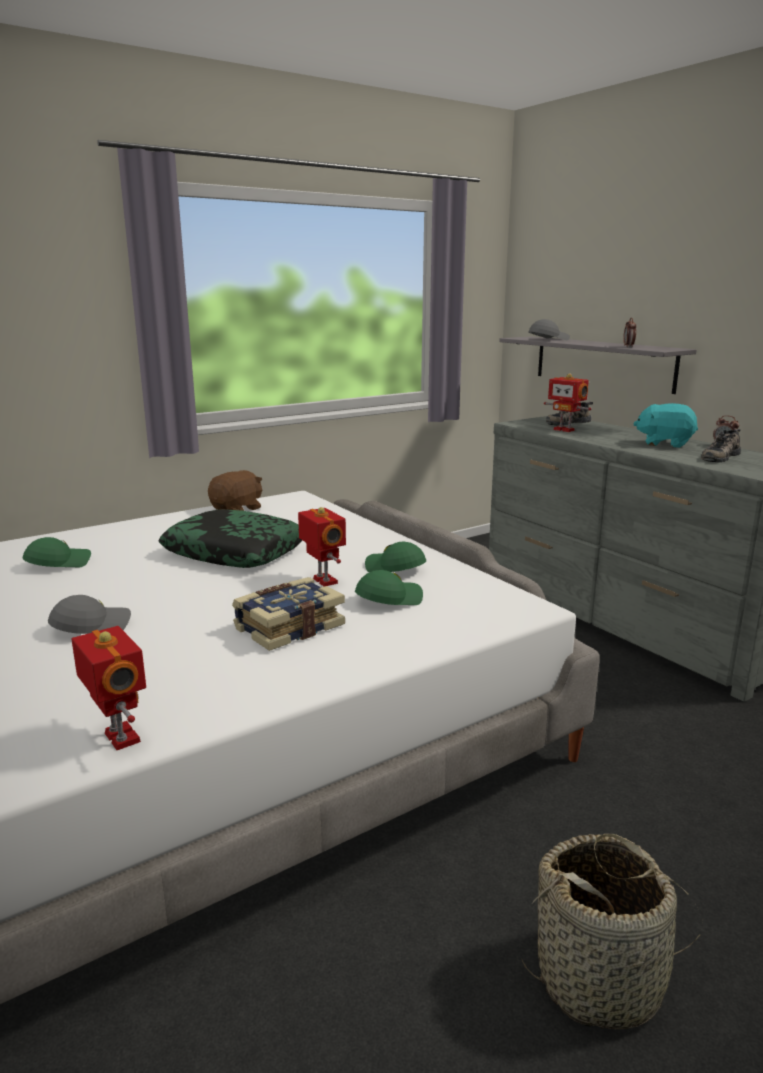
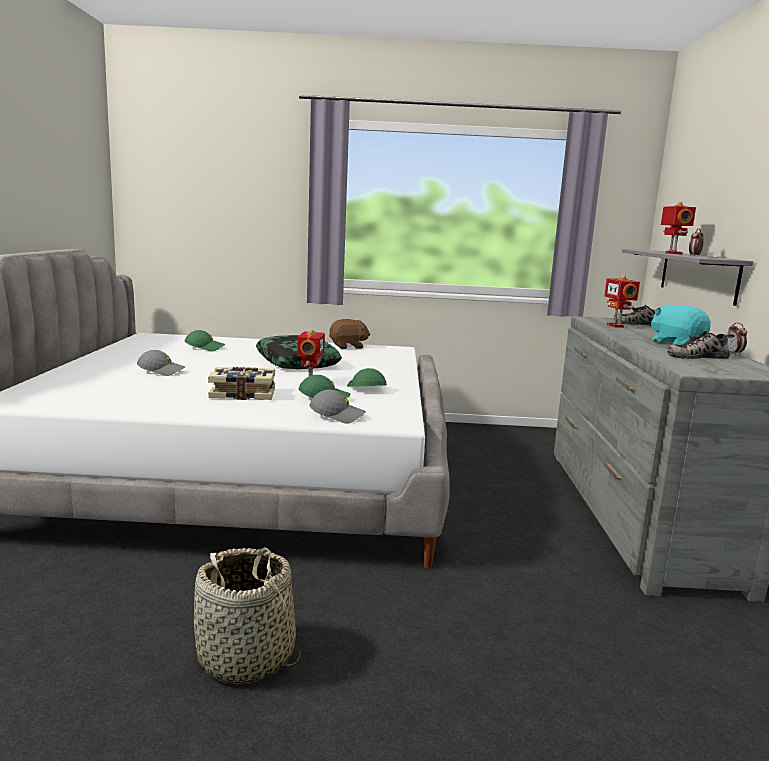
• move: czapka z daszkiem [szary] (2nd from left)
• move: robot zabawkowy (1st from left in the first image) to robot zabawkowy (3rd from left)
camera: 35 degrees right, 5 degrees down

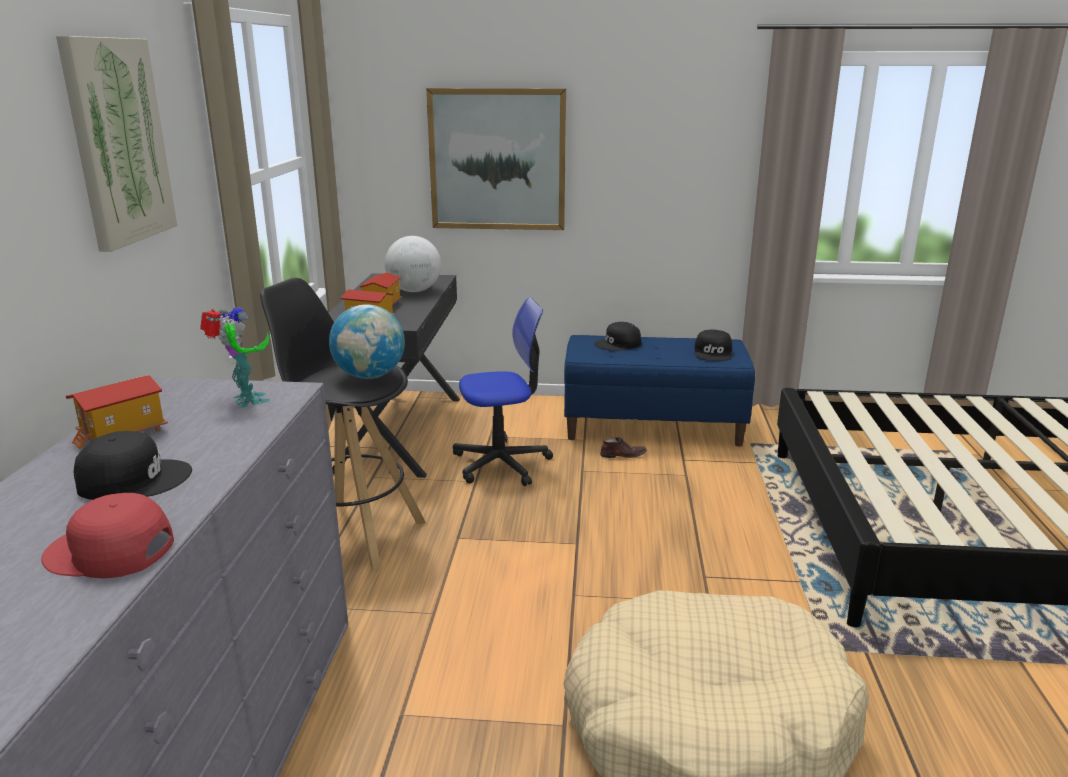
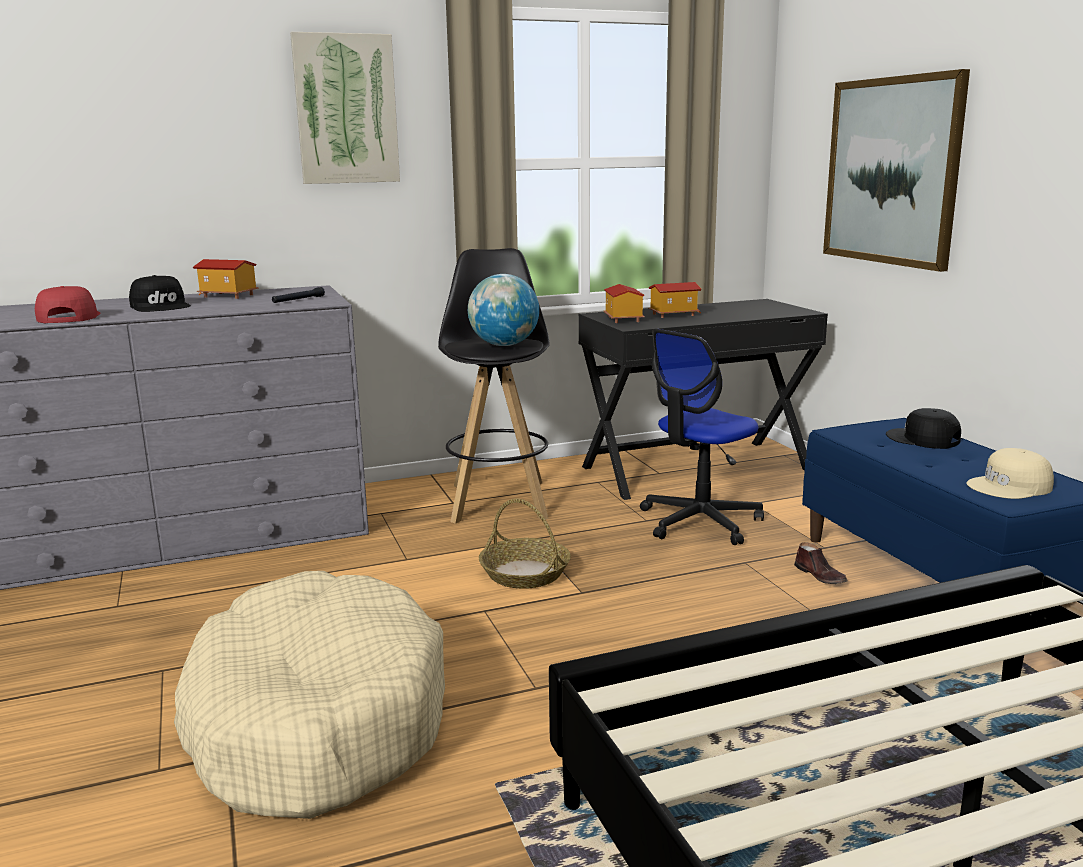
• replace: robot zabawkowy to latarka [czarny]
• insert: koszyk
• rotate: krzesło biurowe 90 degrees clockwise
• recolor: czapka z daszkiem [czarny] (3rd from left) to czapka z daszkiem [beżowy]
• delete: globus (2nd from left)
camera: 65 degrees right, 5 degrees down

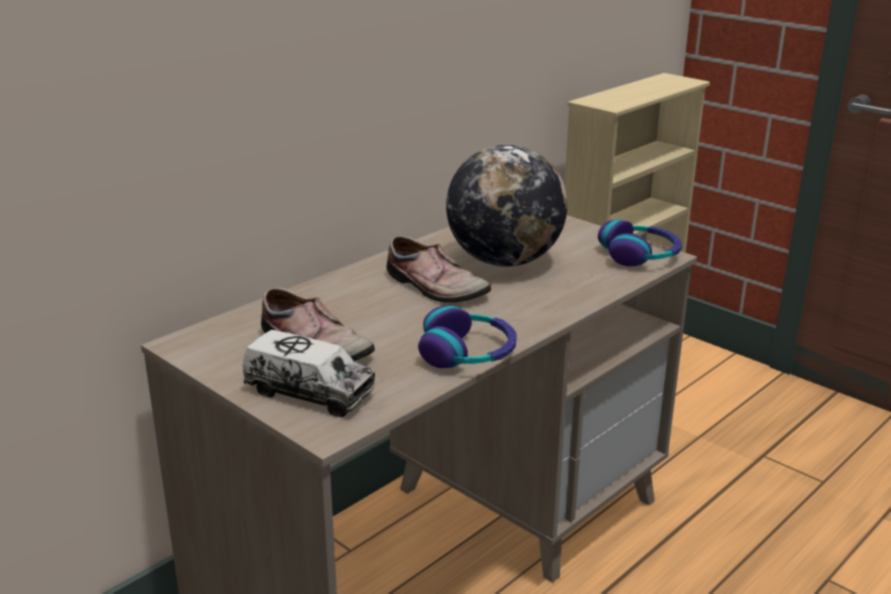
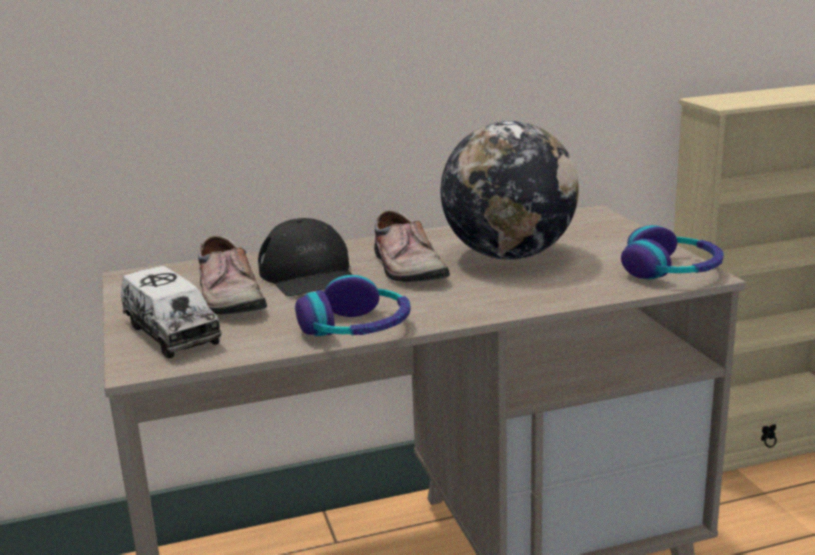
• insert: czapka z daszkiem [czarny]
camera: 30 degrees right, 5 degrees down

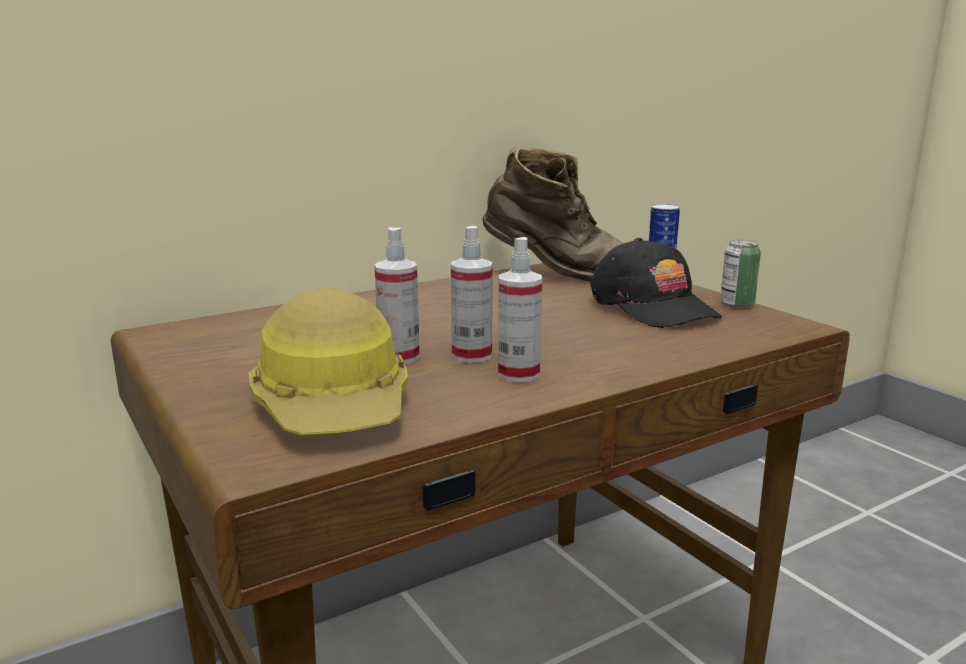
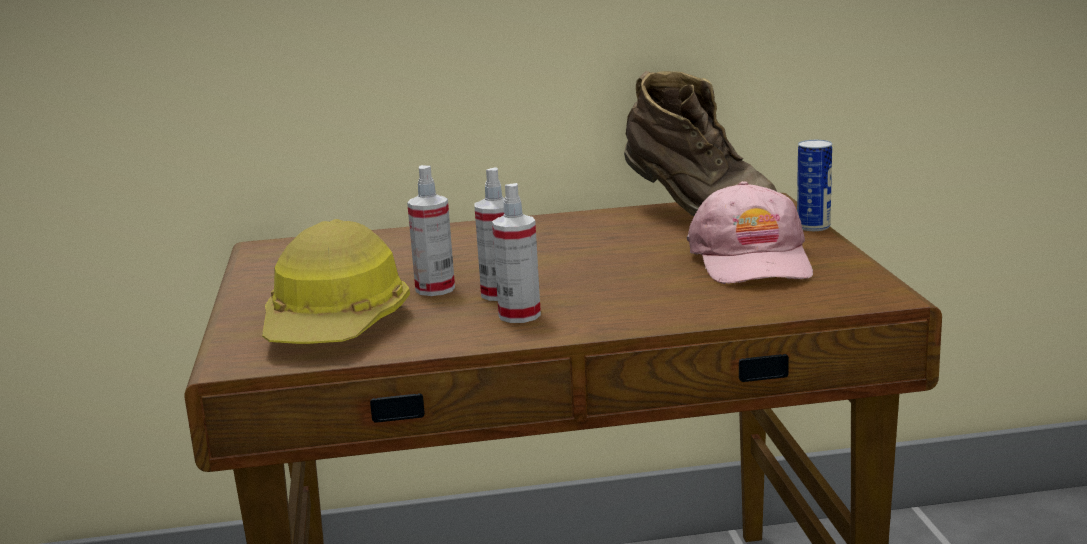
• recolor: czapka z daszkiem [czarny] to czapka z daszkiem [różowy]
• delete: puszka (2nd from left)
camera: 25 degrees right, 0 degrees up

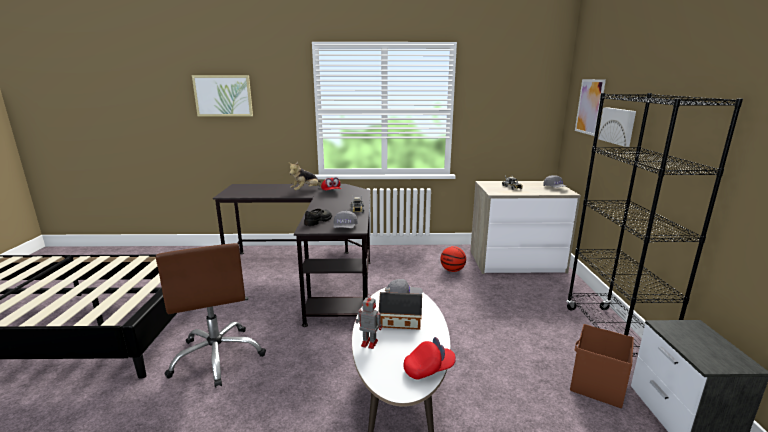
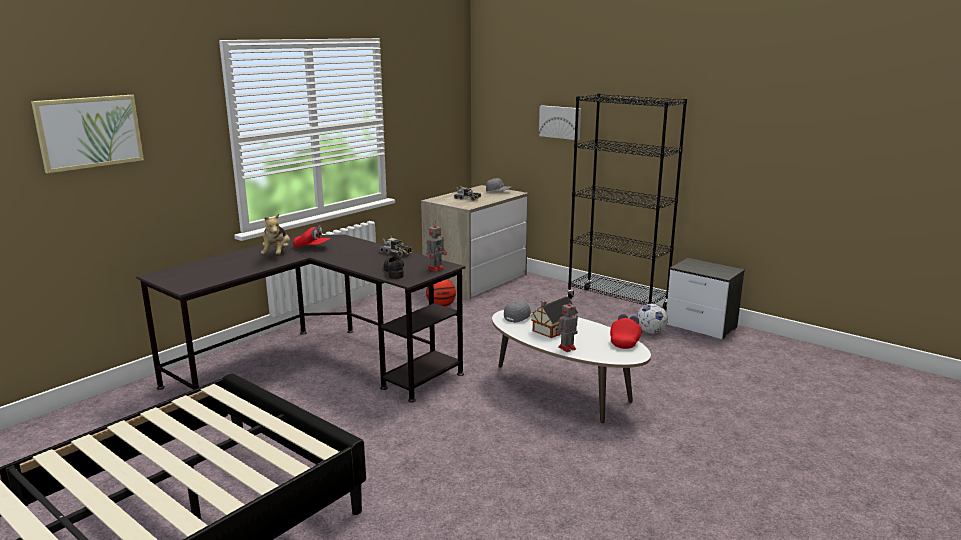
• replace: czapka z daszkiem [szary] (1st from left) to robot zabawkowy (1st from left)
• replace: pojemnik do przechowywania [brązowy] to piłka futbolowa
• delete: krzesło biurowe [brązowy]
• delete: obraz (2nd from left)
camera: 50 degrees left, 0 degrees up

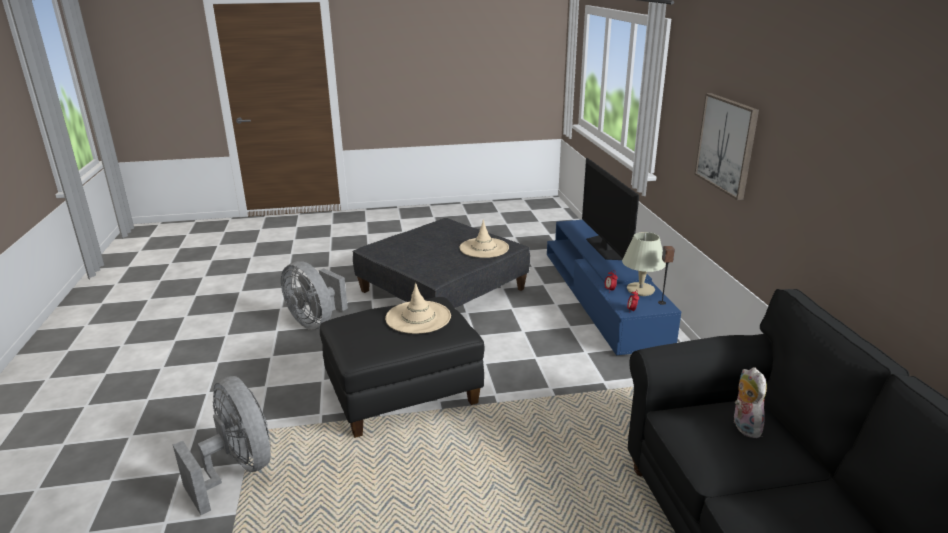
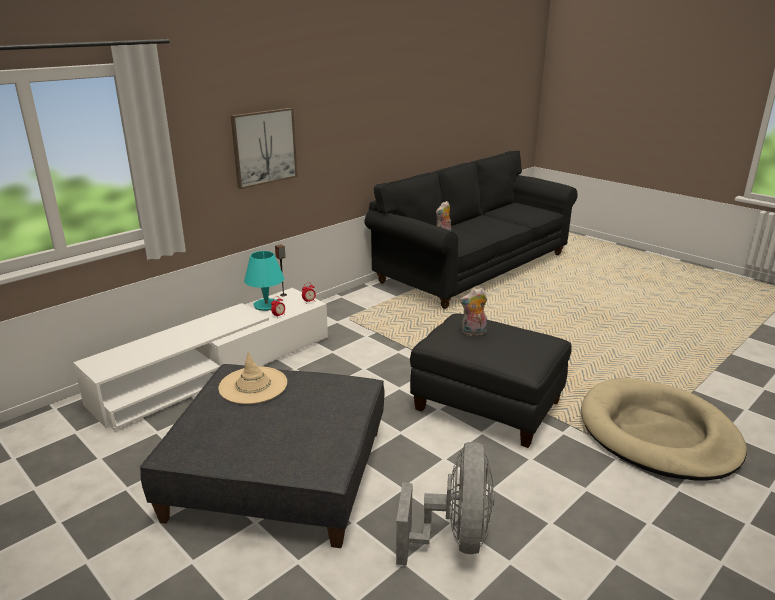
• recolor: szafka pod telewizor [niebieski] to szafka pod telewizor [biały]
• recolor: lampa stołowa [beżowy] to lampa stołowa [turkusowy]
• replace: kapelusz [beżowy] (1st from left) to pluszak (2nd from left)
• replace: wentylator [szary] (1st from left) to legowisko [beżowy]
• delete: telewizor
camera: 125 degrees left, 0 degrees up

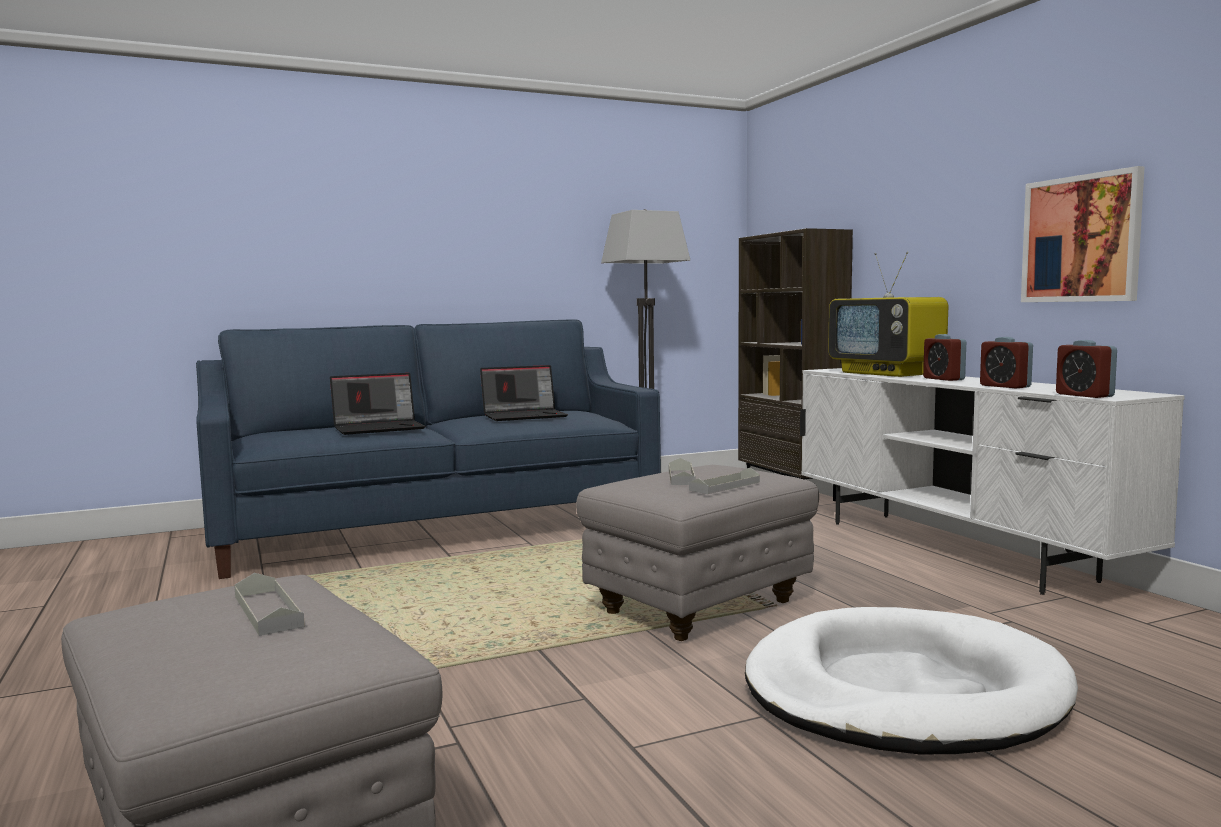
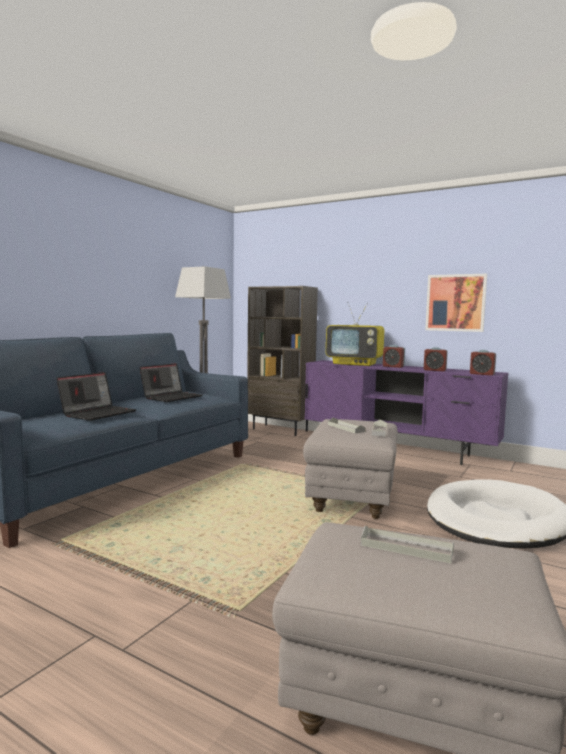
• recolor: szafka pod telewizor [biały] to szafka pod telewizor [fioletowy]
camera: 35 degrees left, 0 degrees up

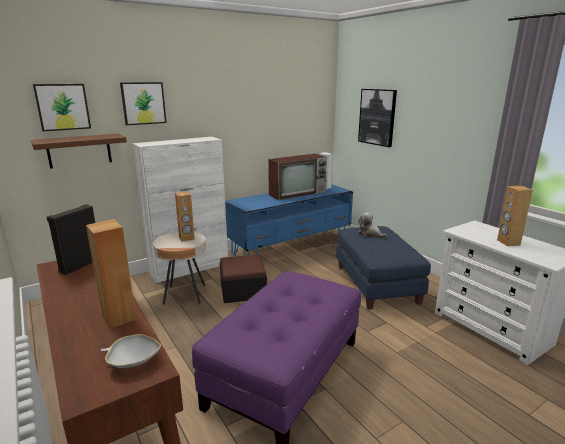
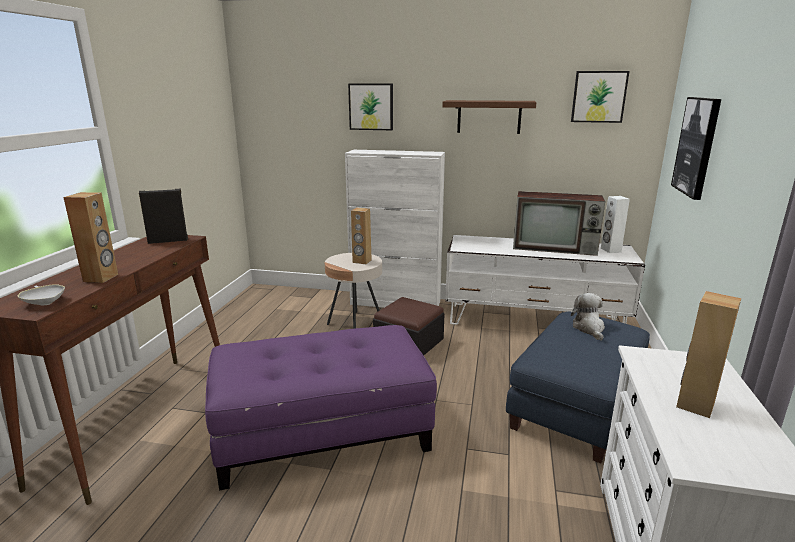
• move: półka [brązowy]
• recolor: szafka pod telewizor [niebieski] to szafka pod telewizor [biały]
• move: obraz (1st from left in the first image) to obraz (2nd from left)
camera: 45 degrees right, 0 degrees up

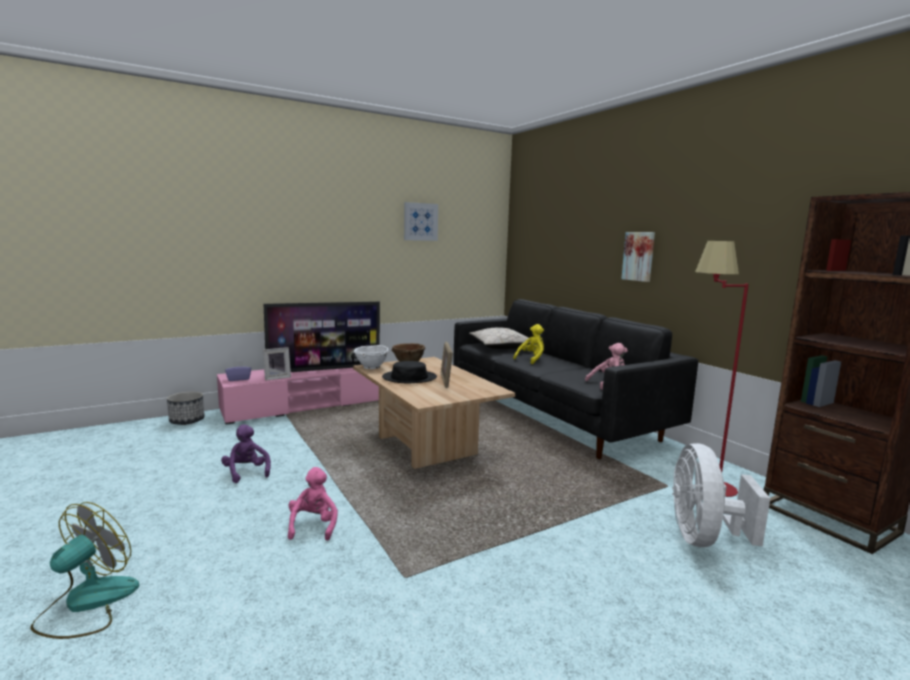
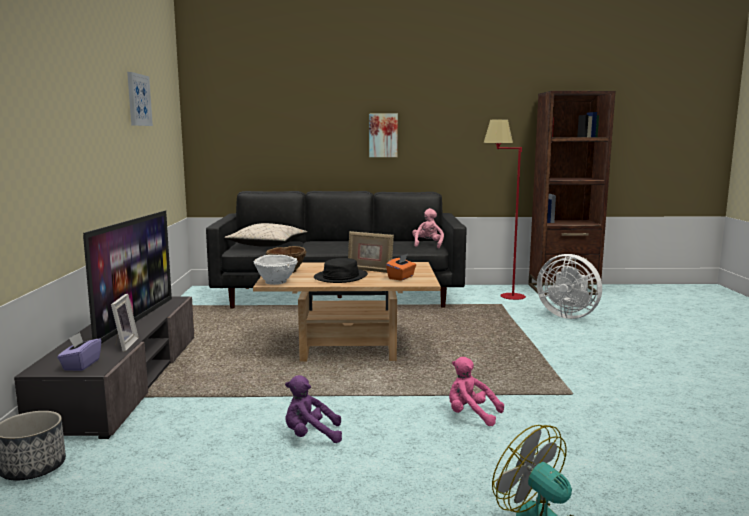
• recolor: szafka pod telewizor [różowy] to szafka pod telewizor [szary]
• insert: pudełko chusteczek [pomarańczowy]
• delete: pluszak [żółty]
camera: 60 degrees left, 0 degrees up

